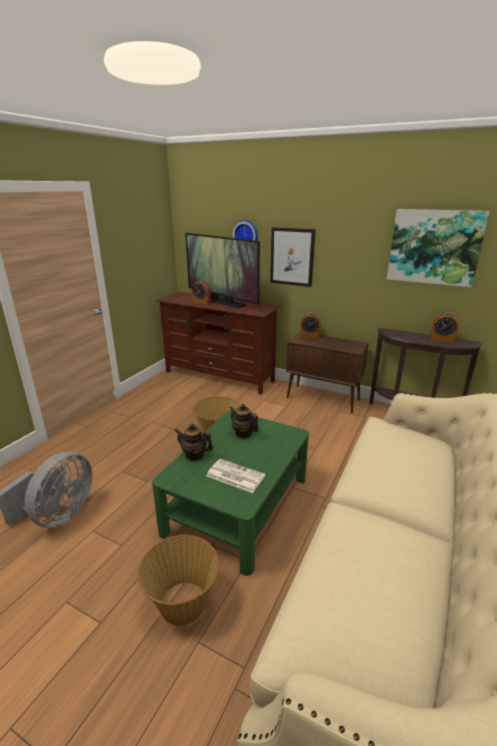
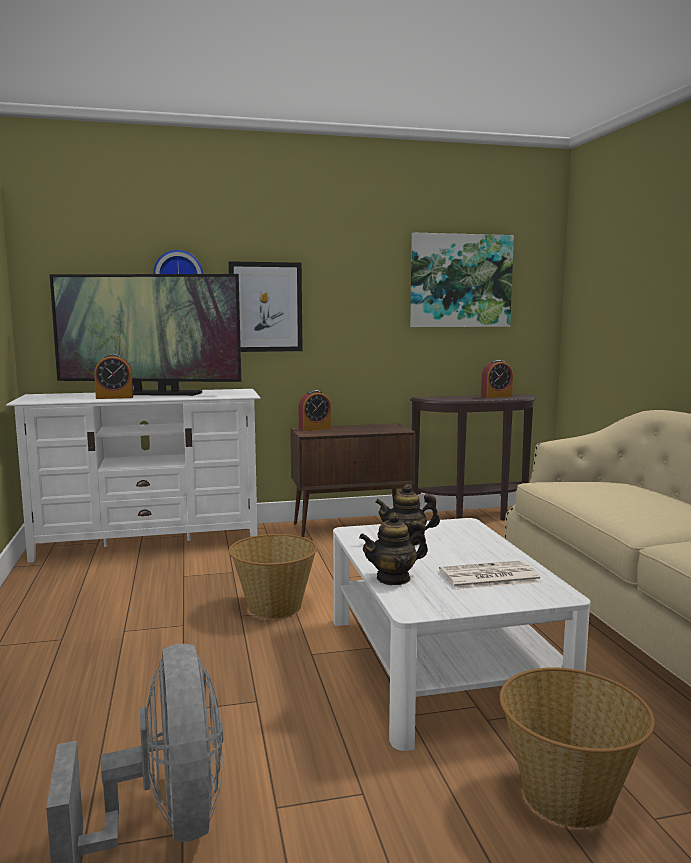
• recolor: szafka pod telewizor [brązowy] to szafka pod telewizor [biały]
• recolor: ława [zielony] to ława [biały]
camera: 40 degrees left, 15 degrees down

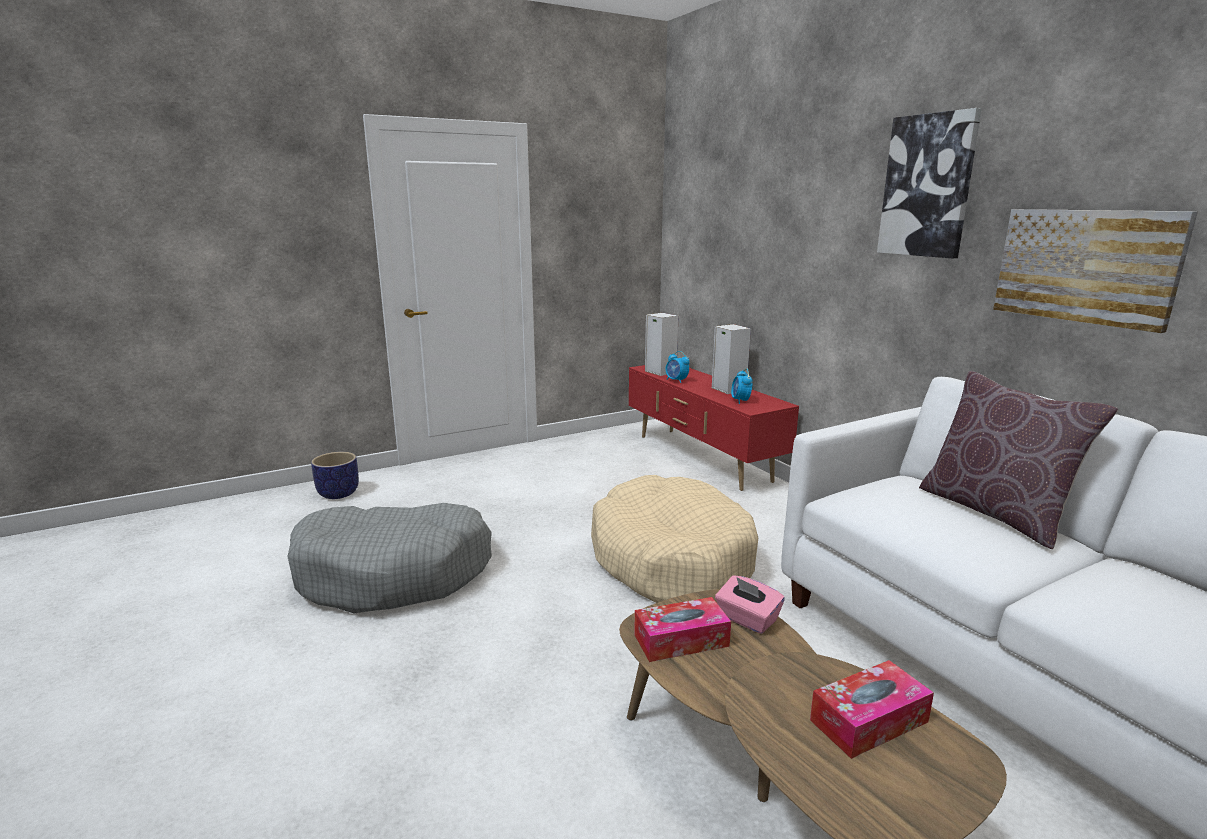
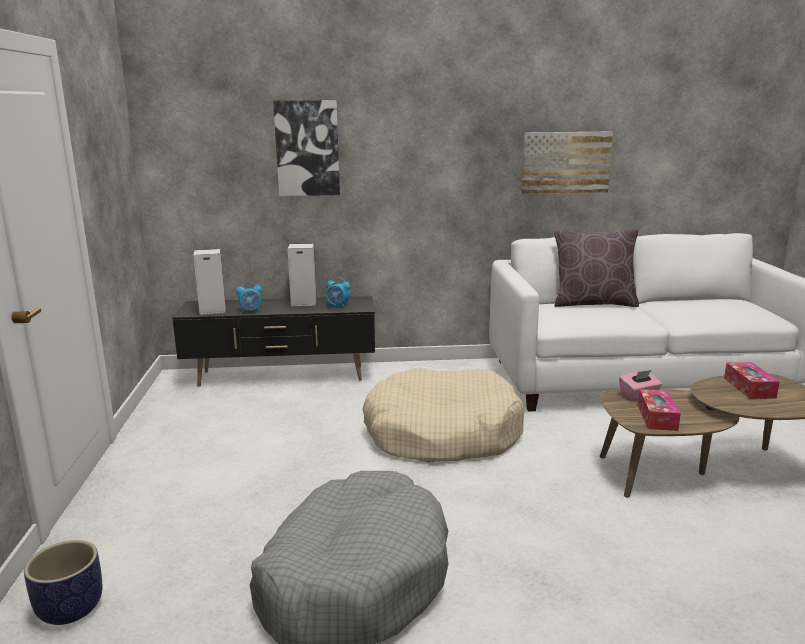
• recolor: szafka pod telewizor [czerwony] to szafka pod telewizor [czarny]
• move: obraz (1st from left)
camera: 65 degrees left, 0 degrees up

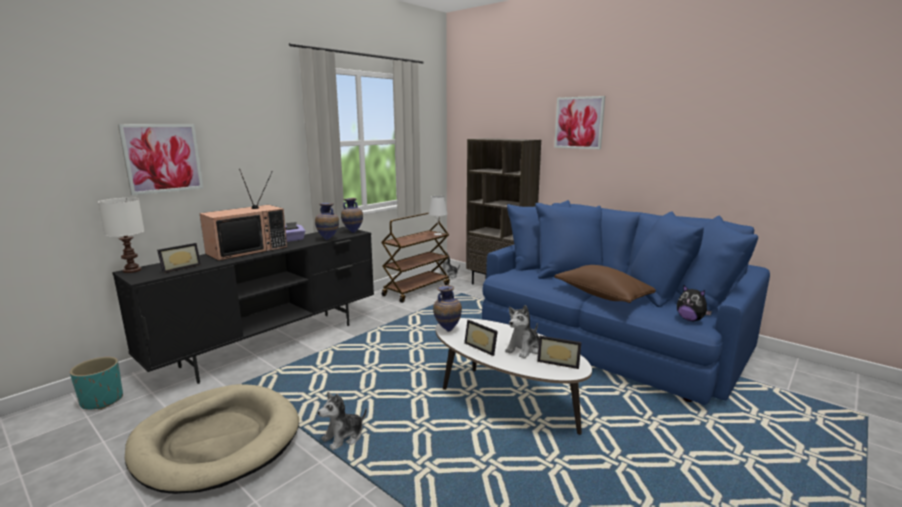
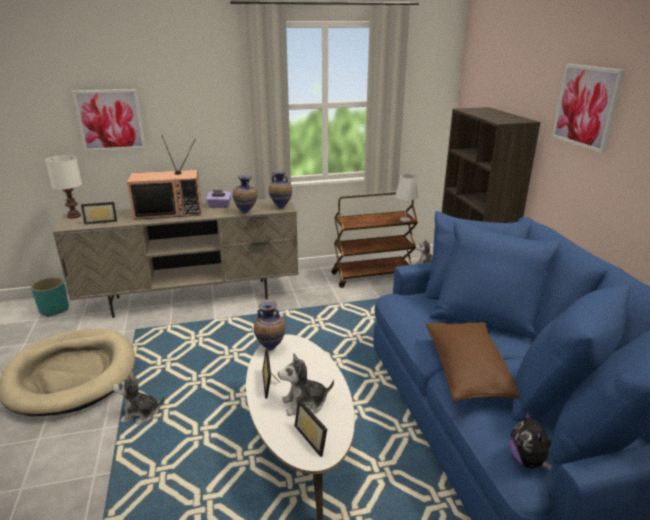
• recolor: szafka pod telewizor [czarny] to szafka pod telewizor [beżowy]
camera: 35 degrees right, 10 degrees up

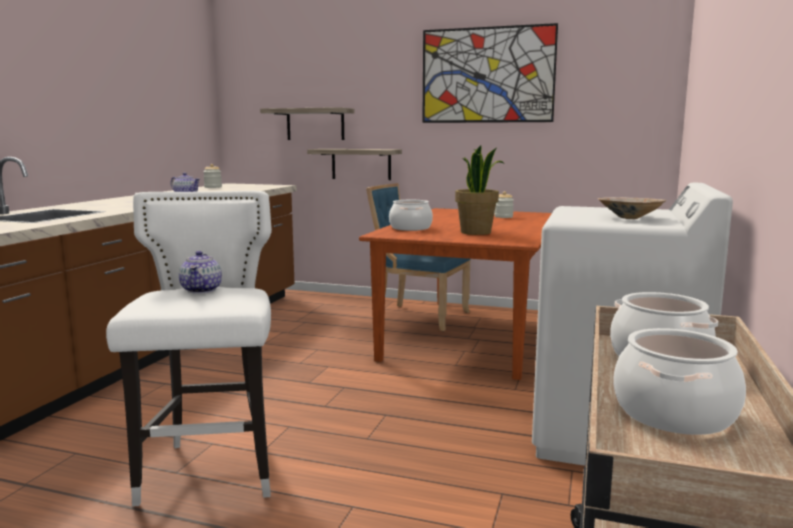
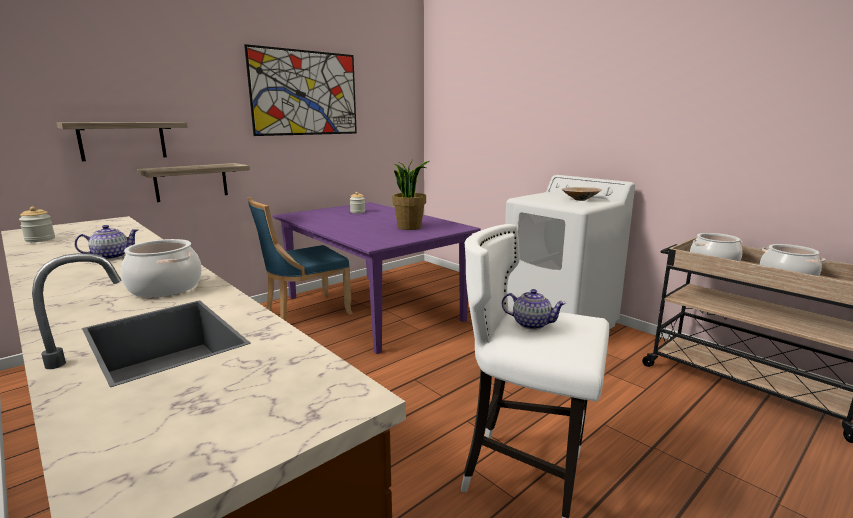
• move: garnek (1st from left)
• recolor: stół jadalny [brązowy] to stół jadalny [fioletowy]
camera: 60 degrees left, 5 degrees up

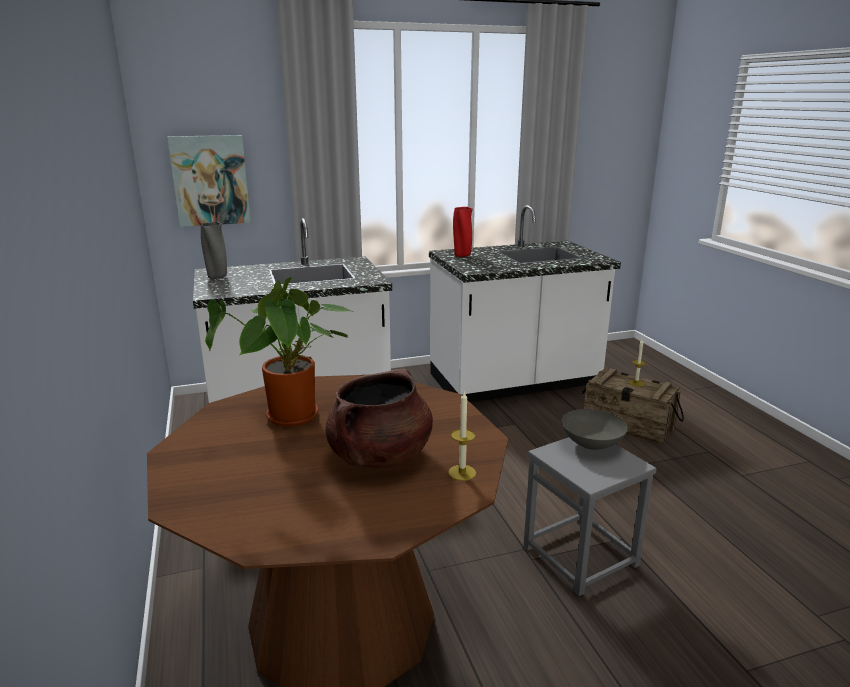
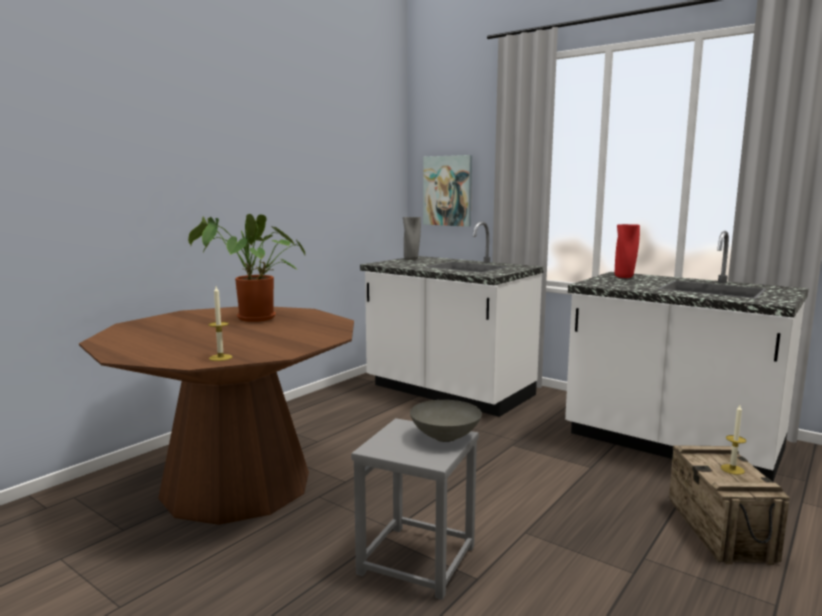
• delete: garnek [brązowy]
camera: 55 degrees right, 10 degrees down

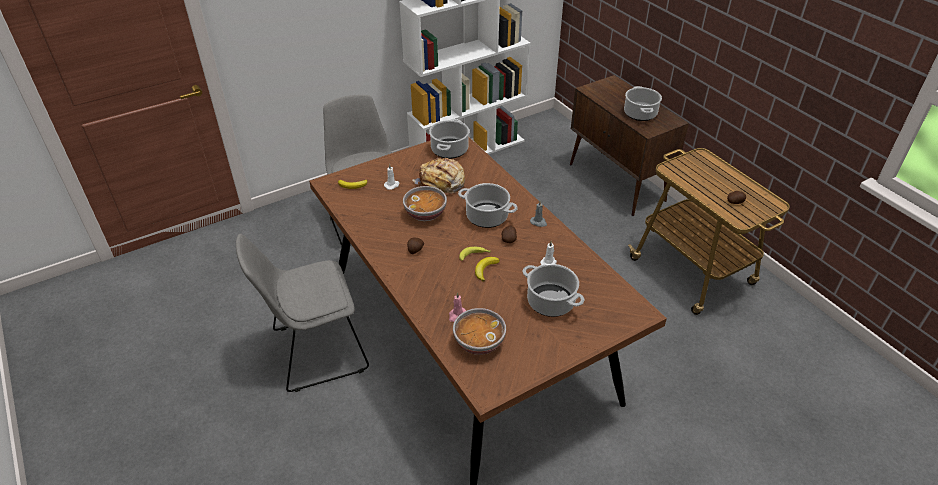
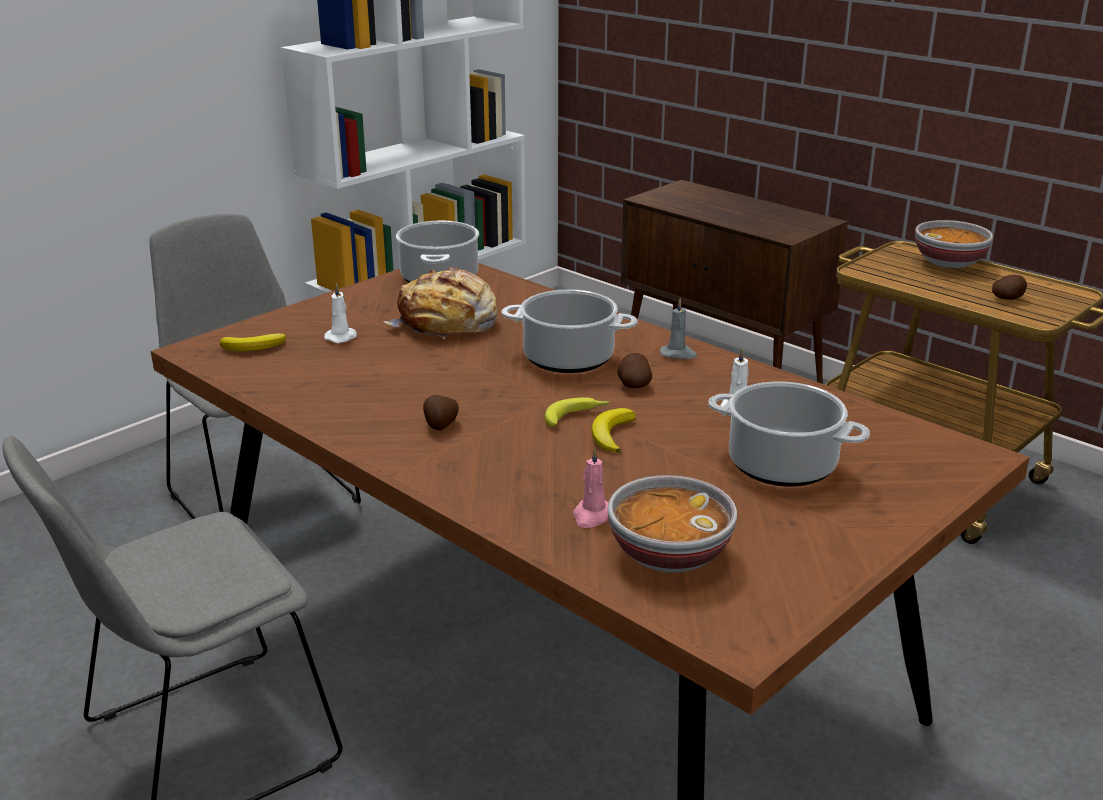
• move: miska (1st from left in the first image) to miska (2nd from left)
• delete: garnek (4th from left)
camera: 15 degrees left, 15 degrees down

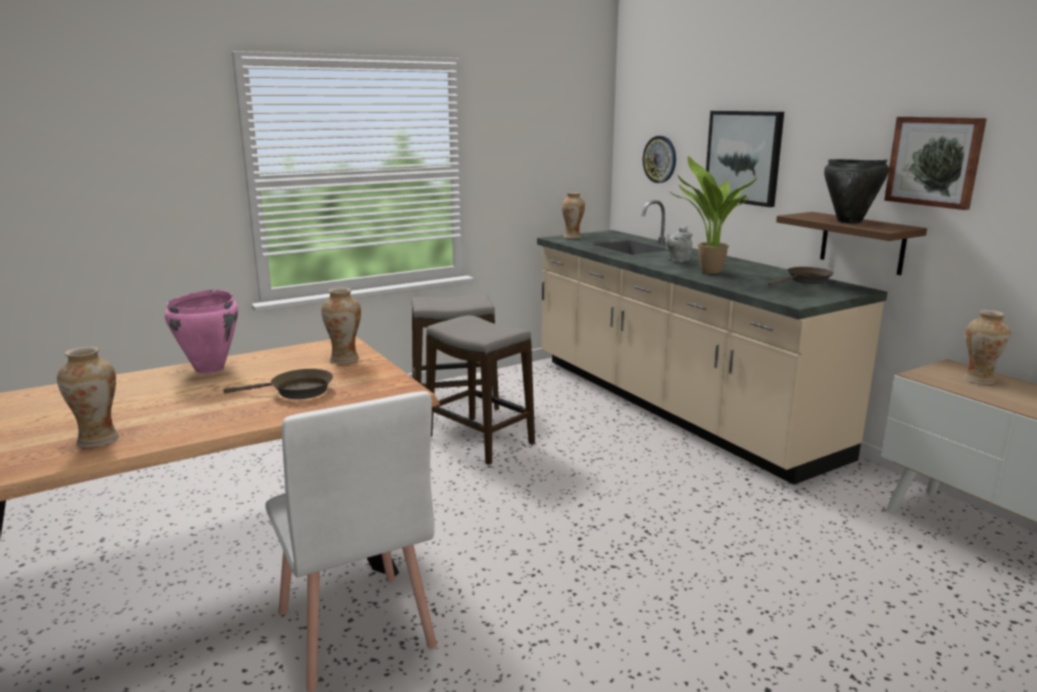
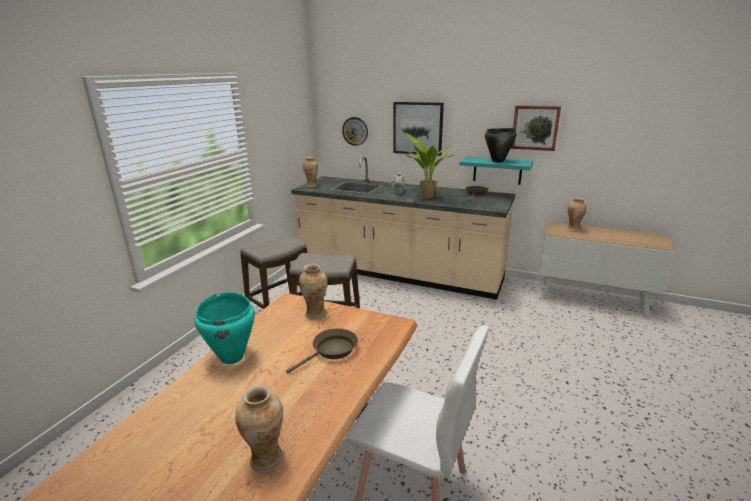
• recolor: garnek [różowy] to garnek [turkusowy]
• recolor: półka [brązowy] to półka [turkusowy]
camera: 35 degrees left, 5 degrees up

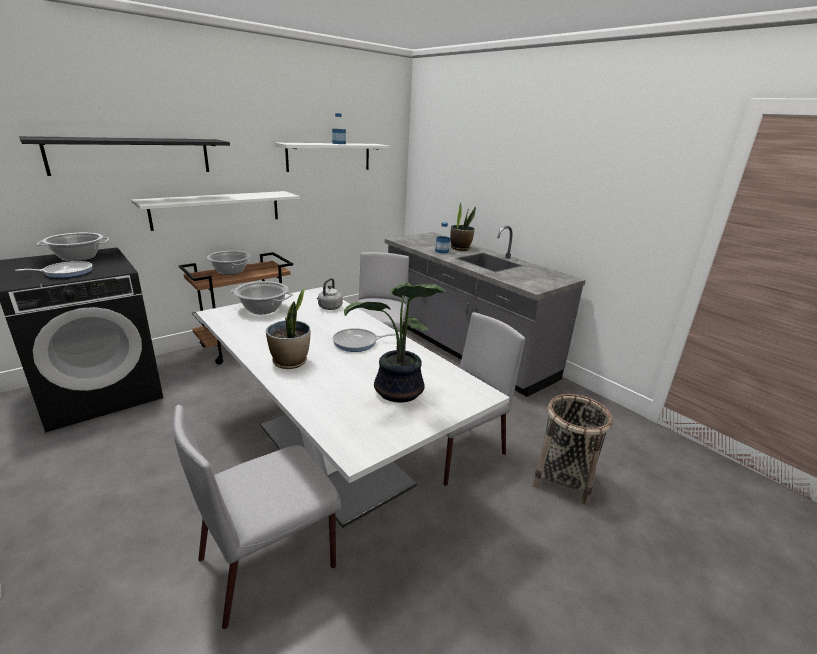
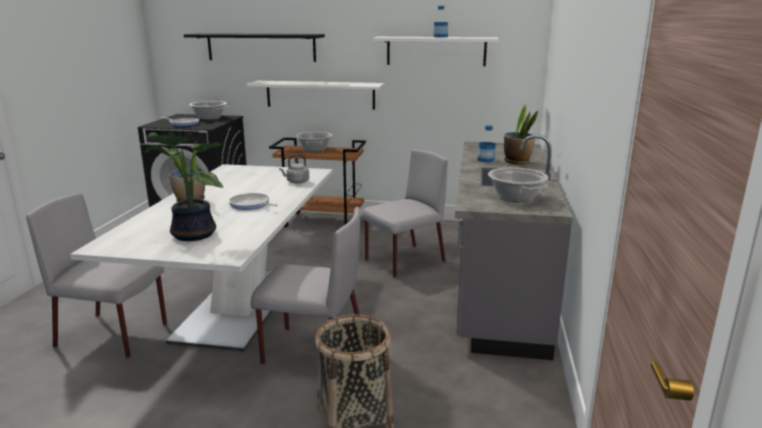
• move: garnek (3rd from left)
camera: 50 degrees right, 5 degrees down

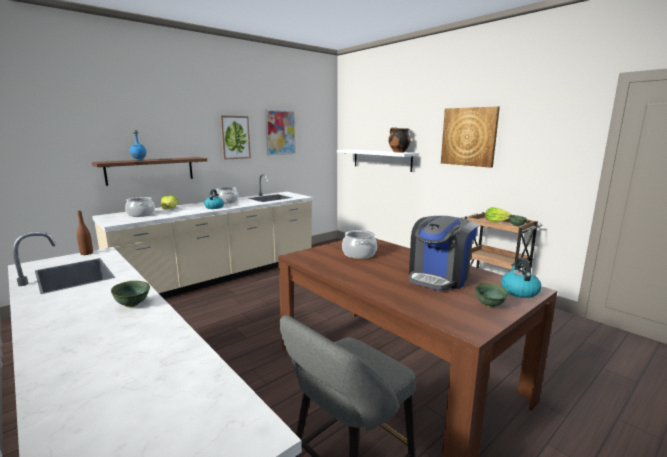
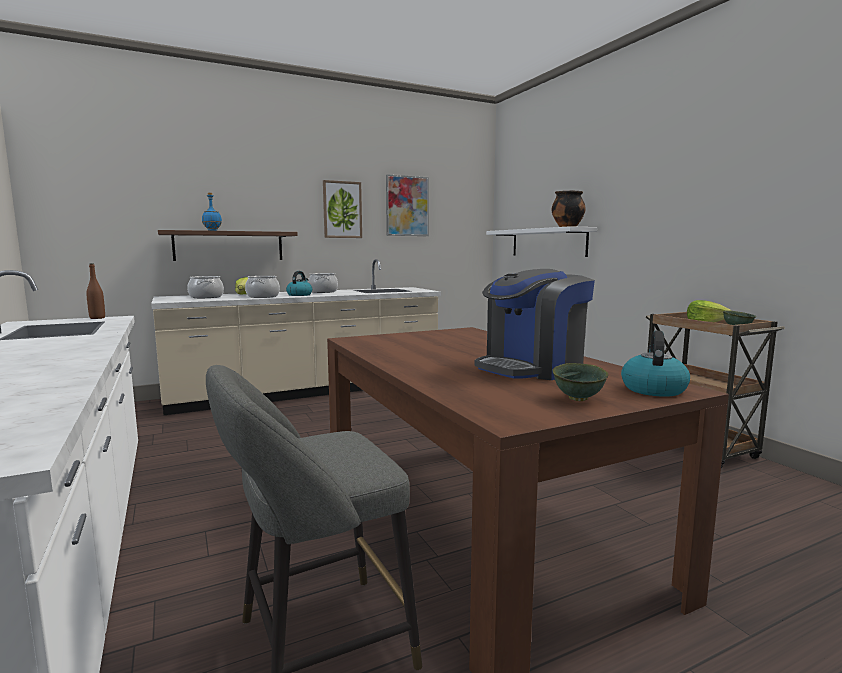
• move: garnek (3rd from left in the first image) to garnek (2nd from left)
• delete: miska [zielony] (1st from left)
• delete: obraz (3rd from left)
camera: 15 degrees right, 5 degrees down

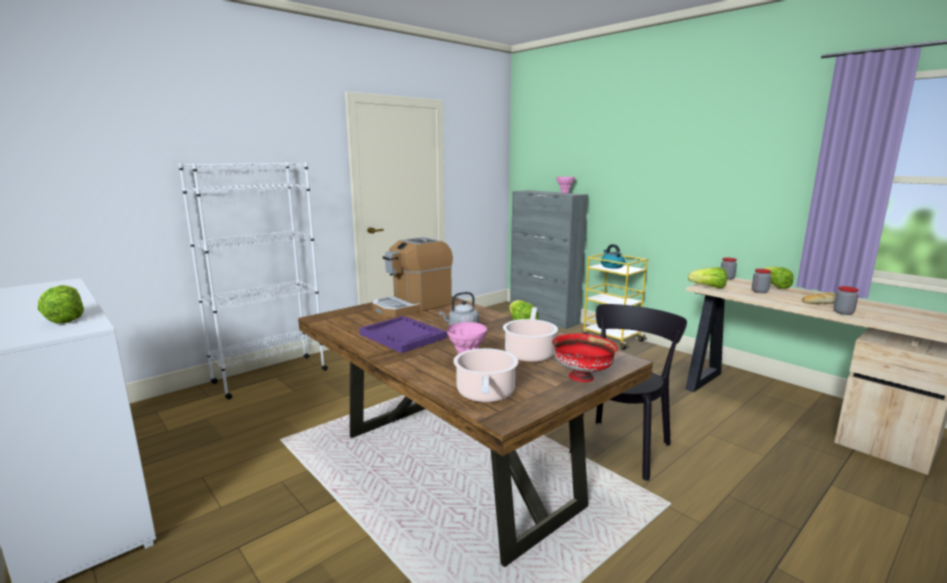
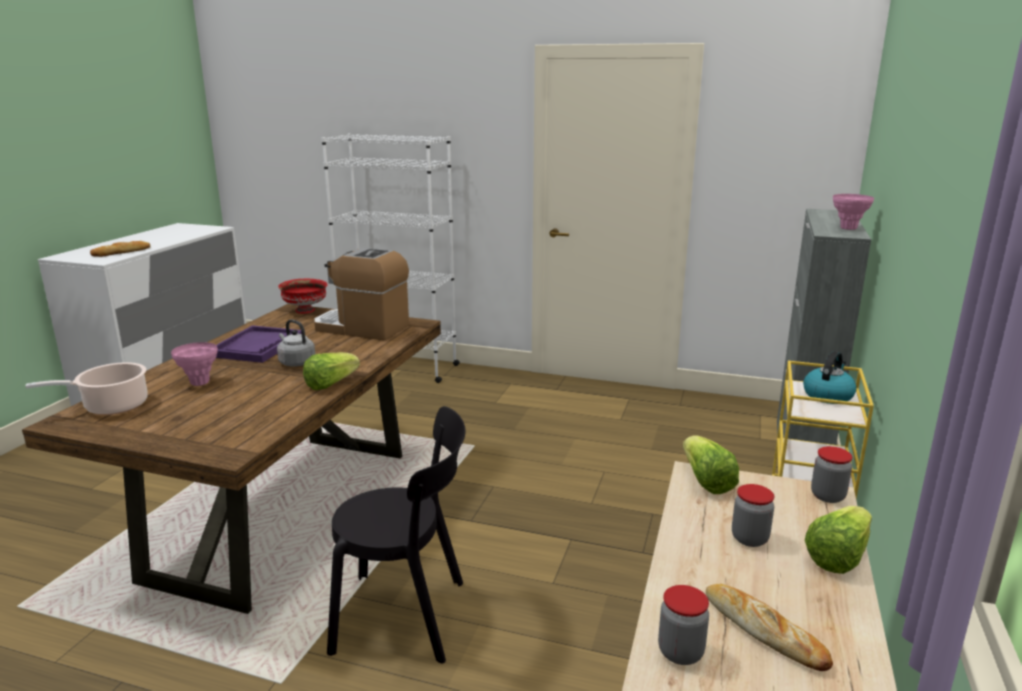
• replace: sałata (1st from left) to chleb (1st from left)
• move: miska [czerwony]
• delete: garnek (2nd from left)
camera: 60 degrees right, 5 degrees up

